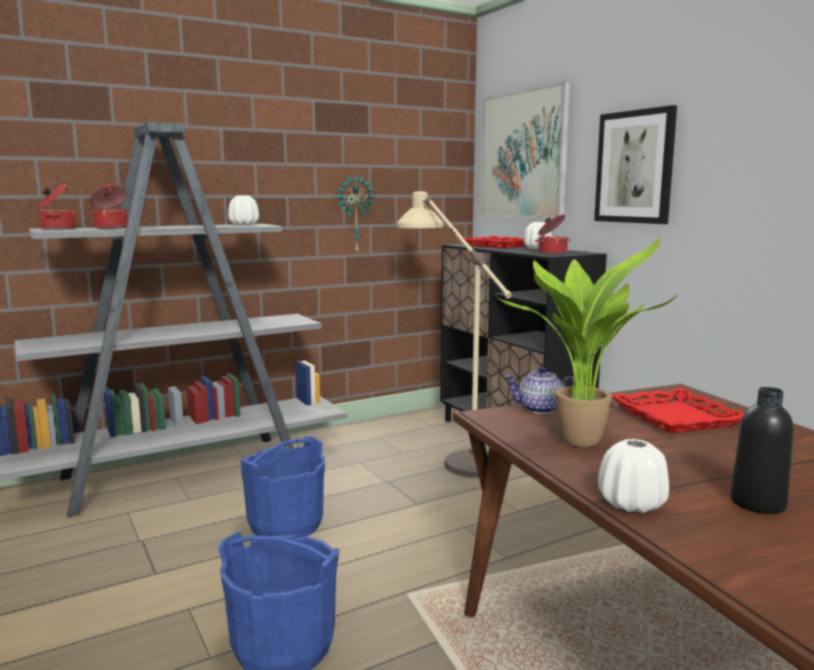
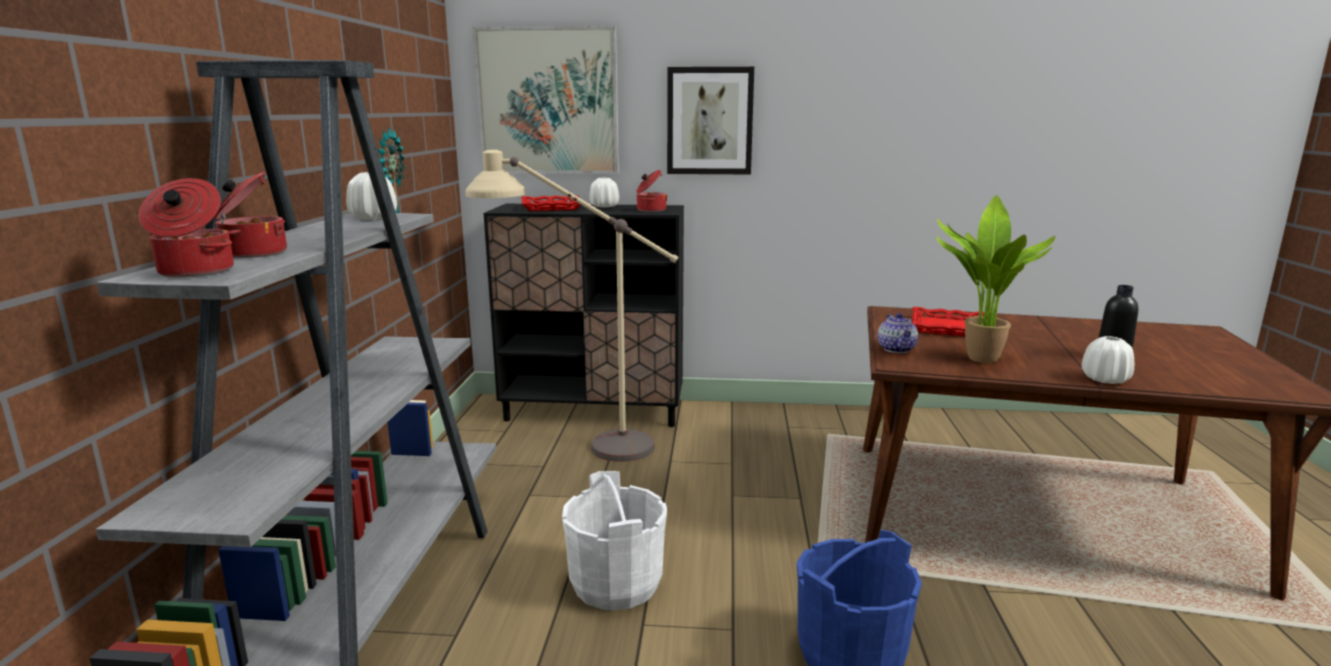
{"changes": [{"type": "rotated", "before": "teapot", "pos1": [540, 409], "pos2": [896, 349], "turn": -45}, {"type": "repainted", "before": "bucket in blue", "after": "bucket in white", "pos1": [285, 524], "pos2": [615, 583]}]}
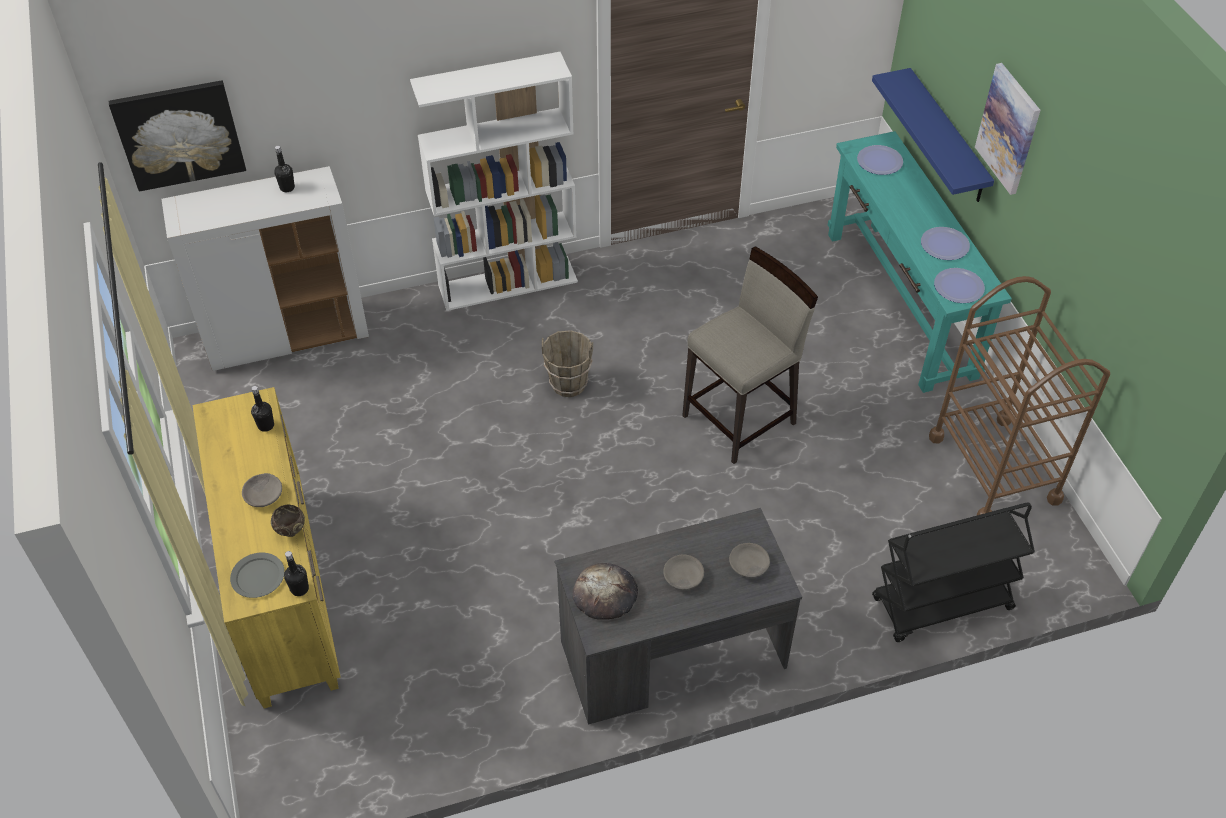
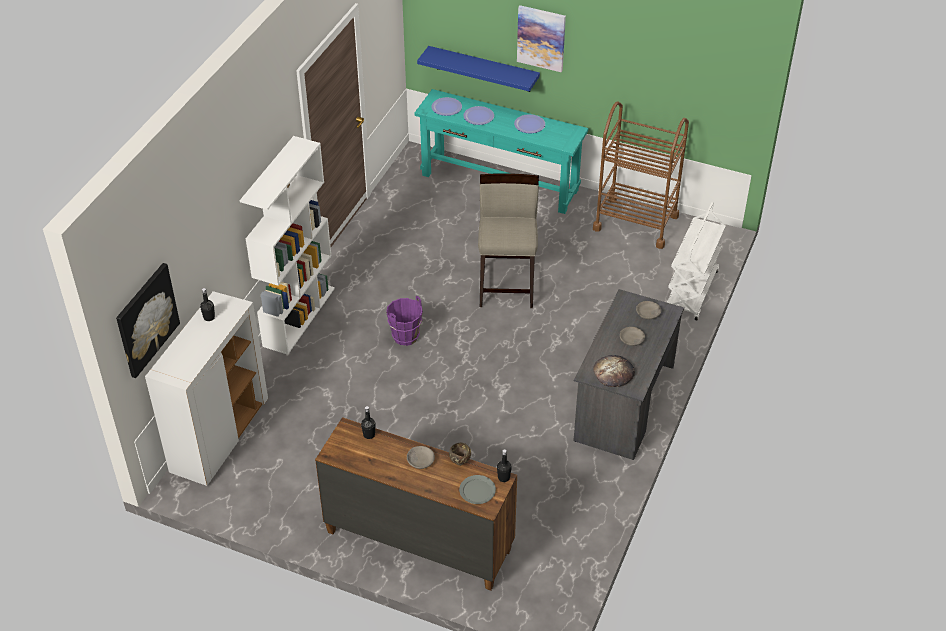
{"changes": [{"type": "shifted", "before": "plate", "pos1": [959, 287], "pos2": [478, 116]}, {"type": "repainted", "before": "bucket in brown", "after": "bucket in purple", "pos1": [568, 384], "pos2": [405, 336]}, {"type": "repainted", "before": "dresser in yellow", "after": "dresser in brown", "pos1": [284, 591], "pos2": [418, 540]}, {"type": "repainted", "before": "cart in black", "after": "cart in white", "pos1": [941, 605], "pos2": [692, 292]}]}
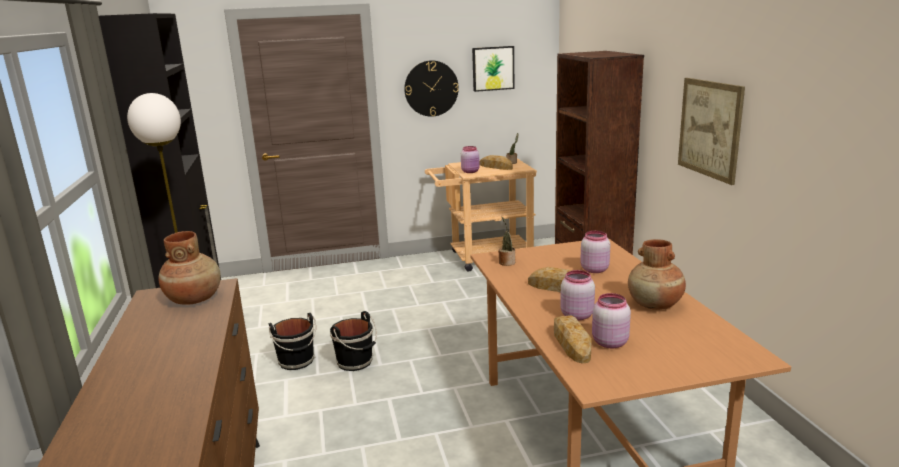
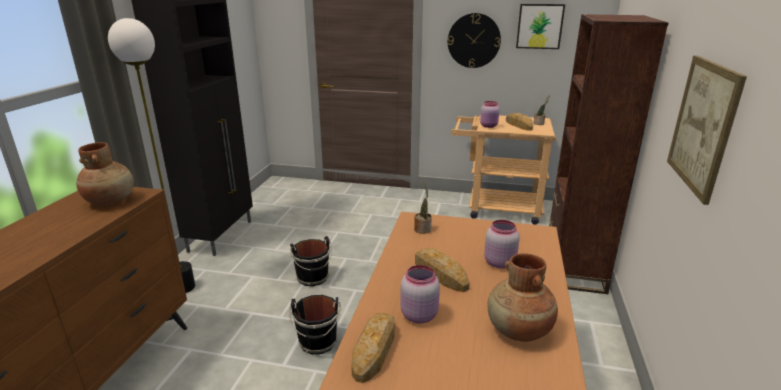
{"changes": [{"type": "gone", "before": "jar in pink", "pos1": [608, 342]}, {"type": "shifted", "before": "bucket in black", "pos1": [297, 362], "pos2": [318, 343]}]}
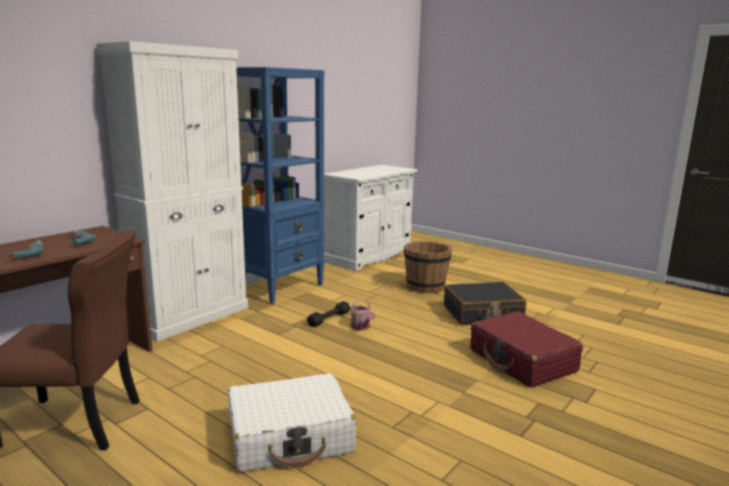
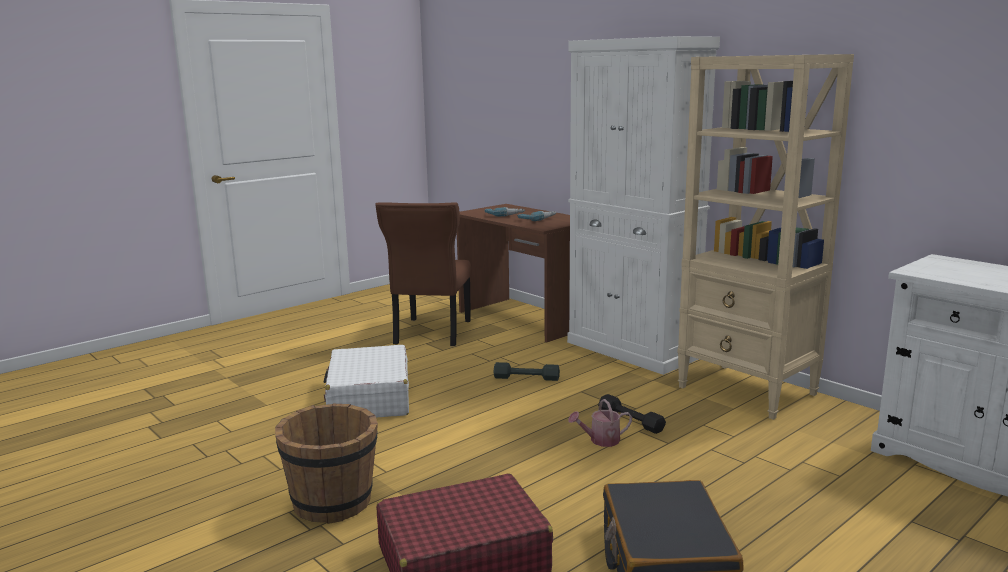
{"changes": [{"type": "repainted", "before": "bookcase in blue", "after": "bookcase in beige", "pos1": [280, 287], "pos2": [748, 391]}, {"type": "shifted", "before": "bucket in brown", "pos1": [425, 287], "pos2": [333, 503]}, {"type": "new", "after": "dumbbell in grey", "pos2": [526, 378]}]}
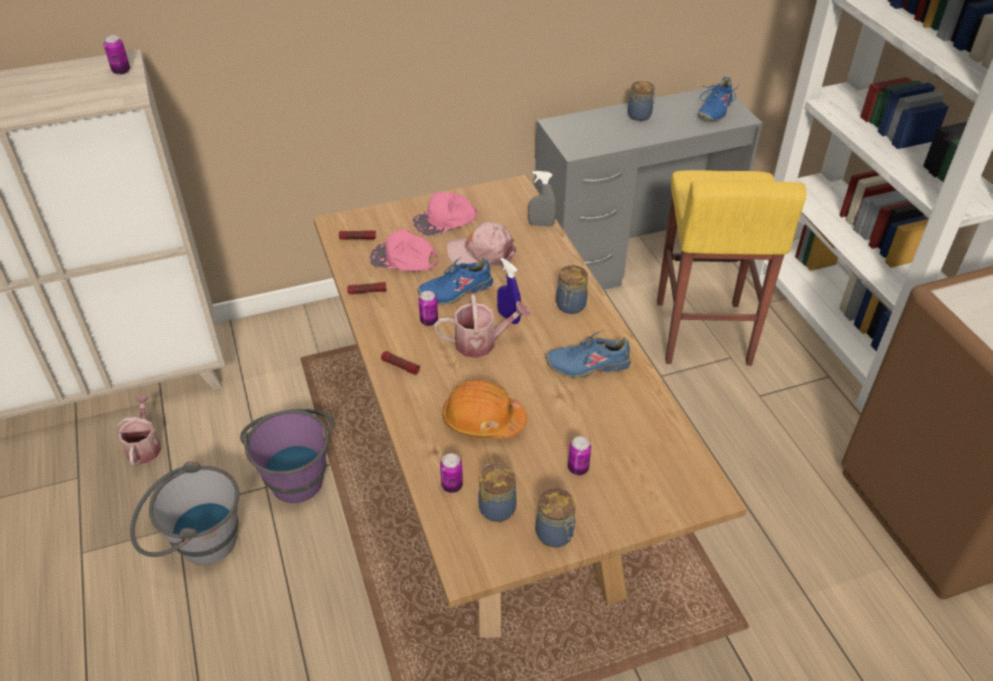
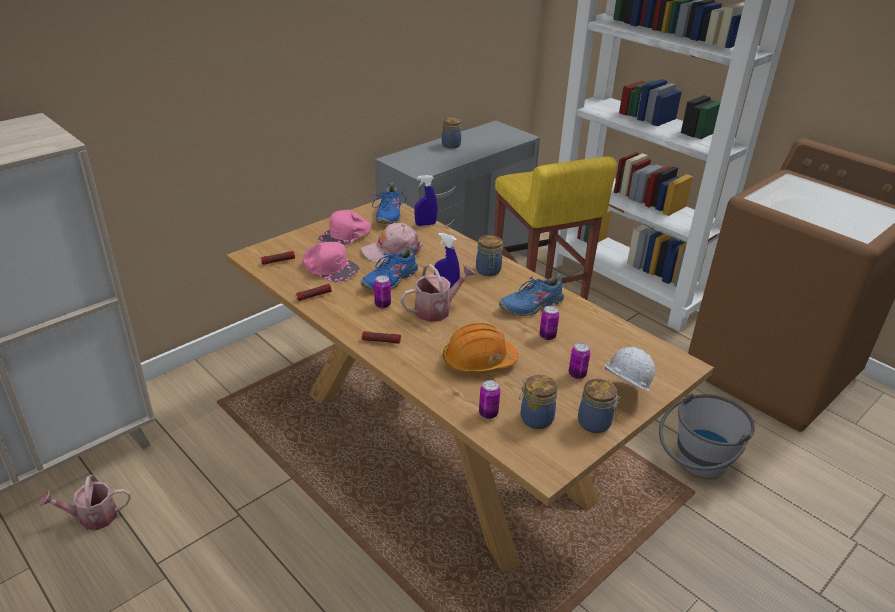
{"changes": [{"type": "shifted", "before": "can", "pos1": [121, 71], "pos2": [547, 336]}, {"type": "shifted", "before": "shoe in blue", "pos1": [714, 110], "pos2": [388, 214]}, {"type": "repainted", "before": "spray bottle in grey", "after": "spray bottle in blue", "pos1": [541, 224], "pos2": [425, 224]}, {"type": "rotated", "before": "cap in pink", "pos1": [404, 259], "pos2": [329, 267], "turn": -135}, {"type": "rotated", "before": "watering can", "pos1": [144, 446], "pos2": [92, 517], "turn": -75}, {"type": "gone", "before": "bucket in purple", "pos1": [296, 473]}, {"type": "shifted", "before": "bucket in grey", "pos1": [196, 544], "pos2": [695, 467]}, {"type": "new", "after": "hard hat in white", "pos2": [622, 394]}]}
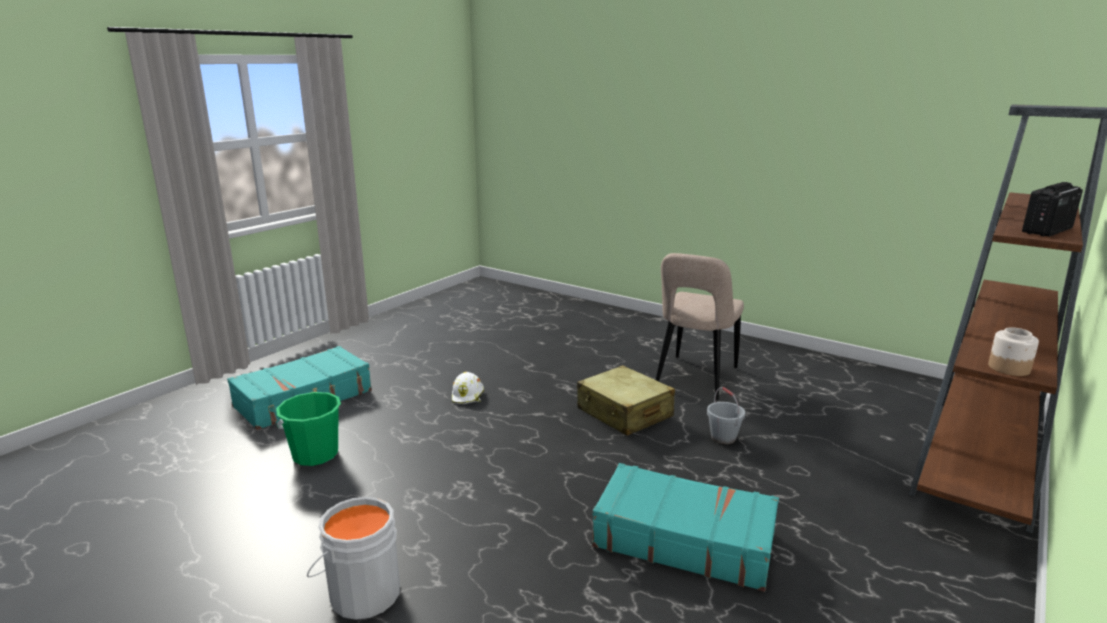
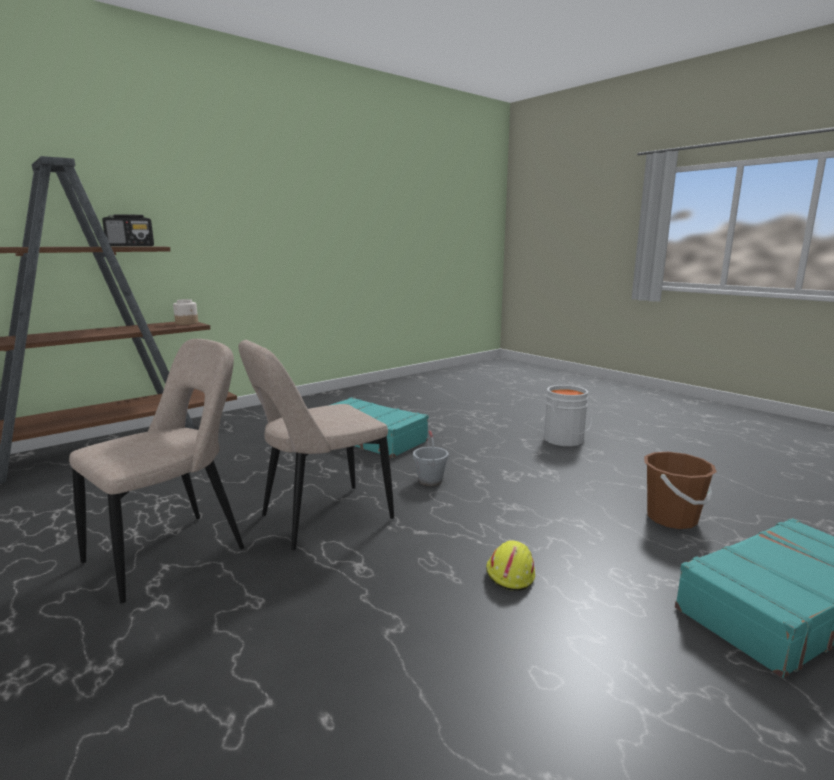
{"changes": [{"type": "swapped", "before": "suitcase in beige", "after": "chair in beige", "pos1": [624, 413], "pos2": [320, 518]}, {"type": "repainted", "before": "hard hat in white", "after": "hard hat in yellow", "pos1": [468, 396], "pos2": [510, 573]}, {"type": "shifted", "before": "bucket in grey", "pos1": [723, 437], "pos2": [430, 481]}, {"type": "repainted", "before": "bucket in green", "after": "bucket in brown", "pos1": [315, 455], "pos2": [671, 518]}]}
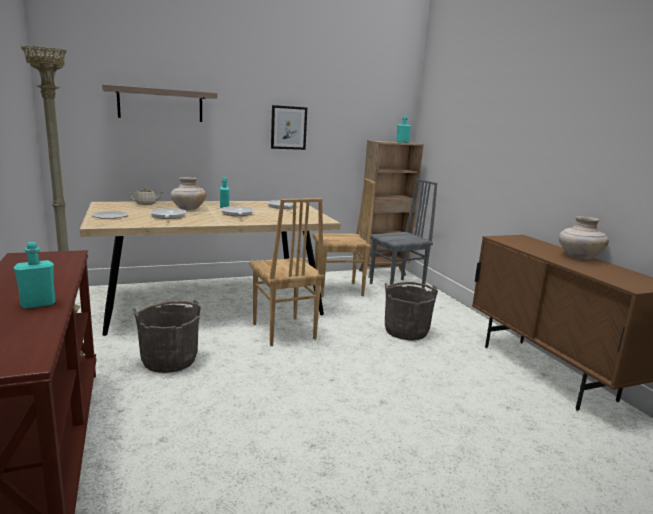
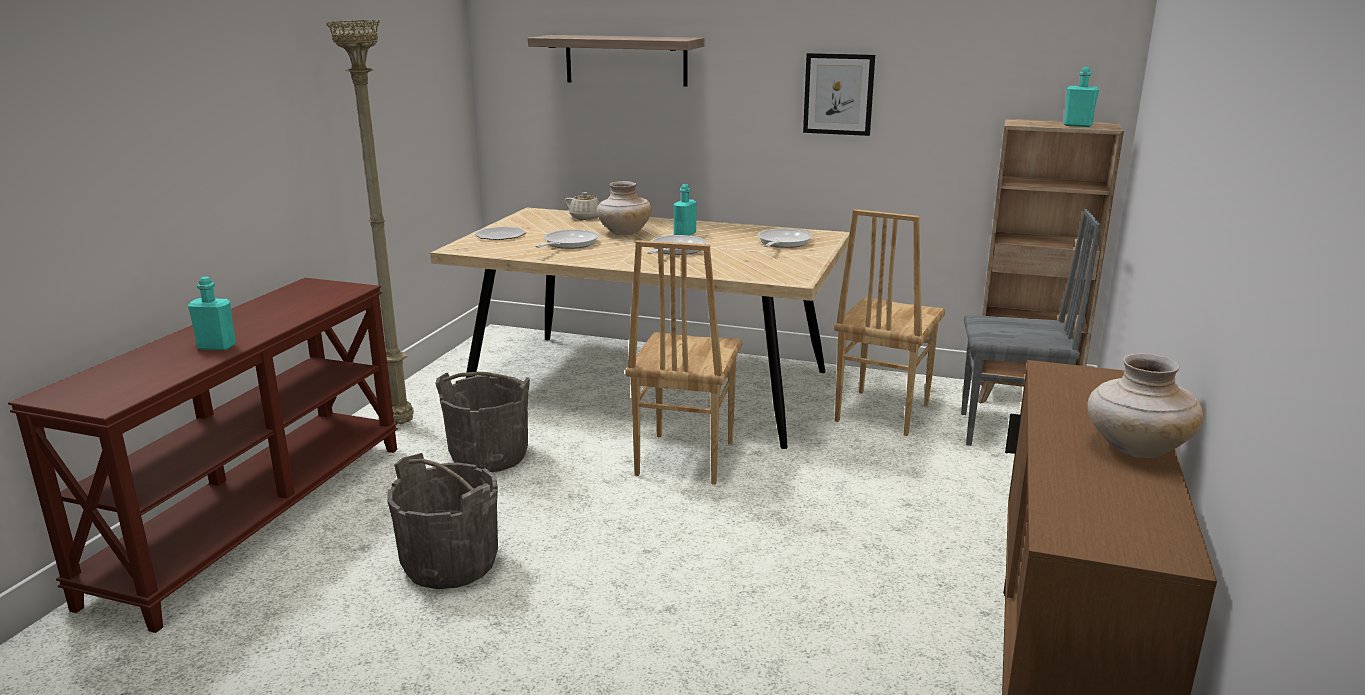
{"changes": [{"type": "rotated", "before": "chair in brown", "pos1": [339, 290], "pos2": [880, 412], "turn": 90}, {"type": "shifted", "before": "bucket in grey", "pos1": [406, 331], "pos2": [450, 563]}]}
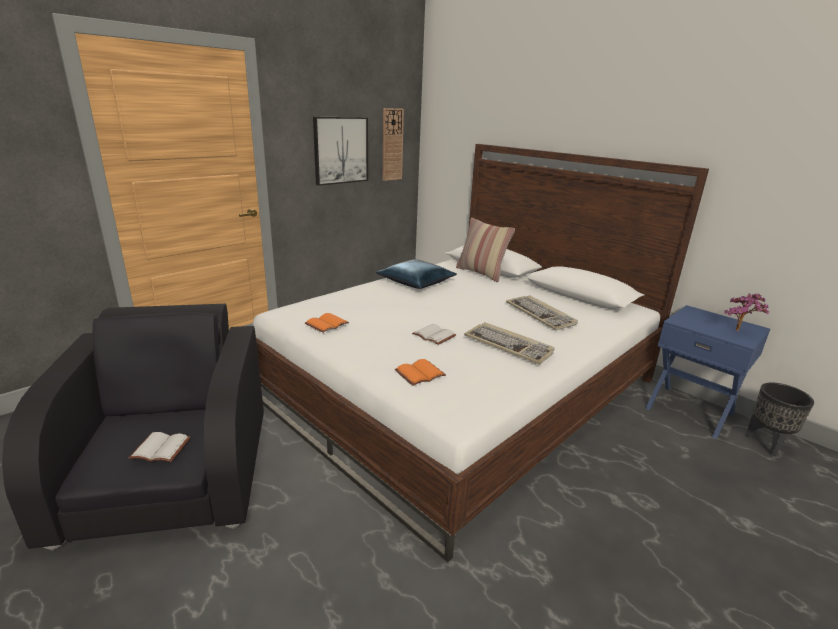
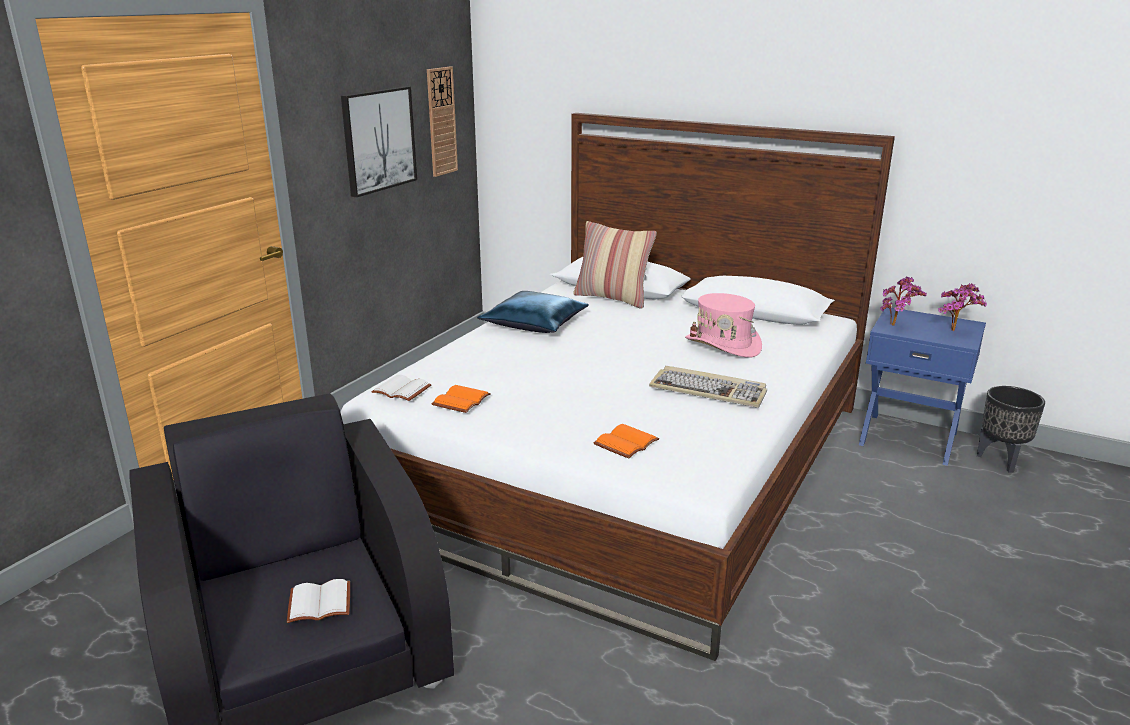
{"changes": [{"type": "swapped", "before": "keyboard", "after": "hat in pink", "pos1": [541, 315], "pos2": [723, 345]}, {"type": "shifted", "before": "book in white", "pos1": [432, 335], "pos2": [400, 390]}, {"type": "new", "after": "potted plant", "pos2": [896, 326]}]}
